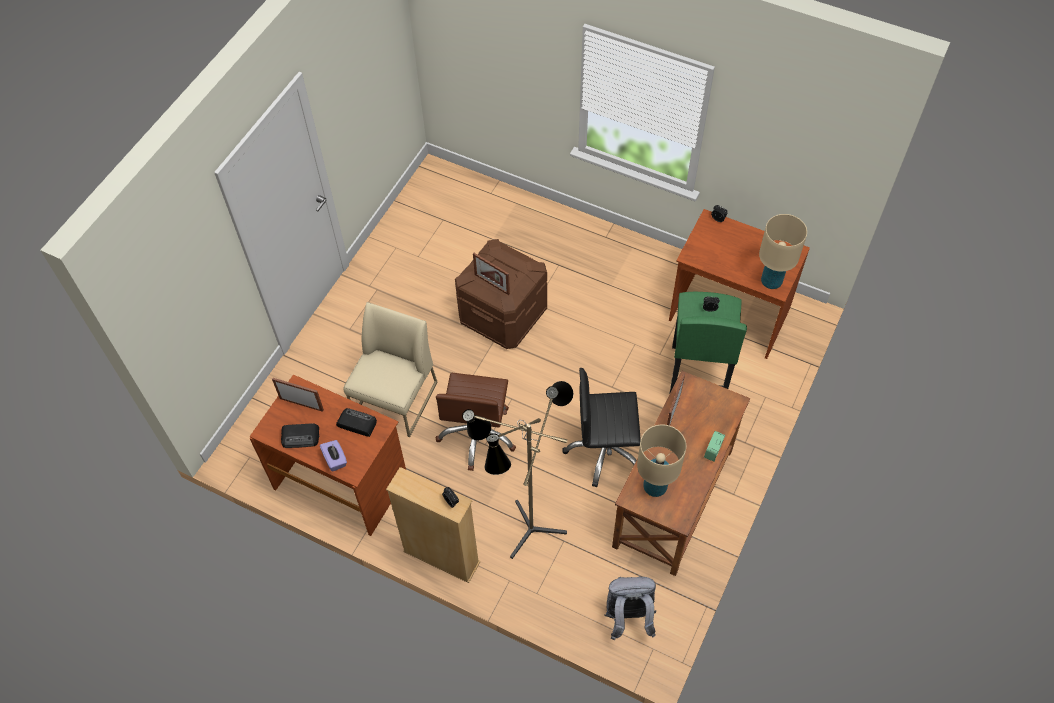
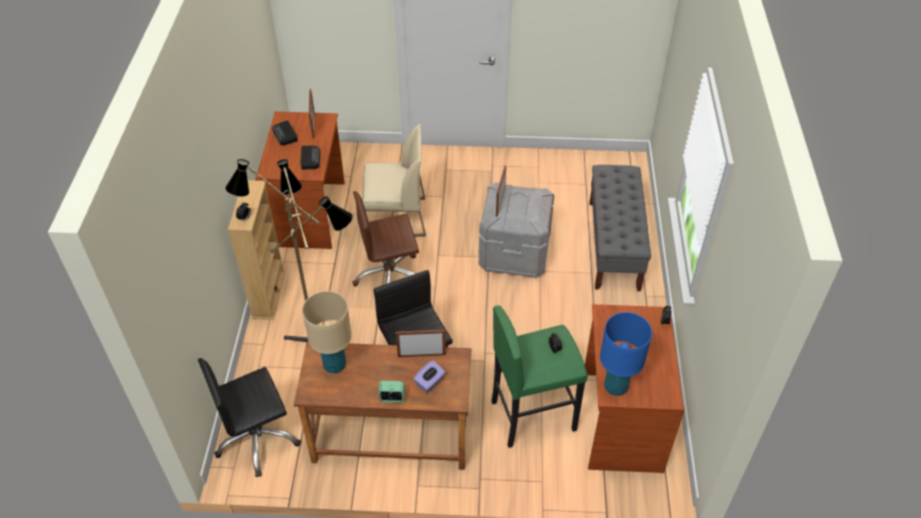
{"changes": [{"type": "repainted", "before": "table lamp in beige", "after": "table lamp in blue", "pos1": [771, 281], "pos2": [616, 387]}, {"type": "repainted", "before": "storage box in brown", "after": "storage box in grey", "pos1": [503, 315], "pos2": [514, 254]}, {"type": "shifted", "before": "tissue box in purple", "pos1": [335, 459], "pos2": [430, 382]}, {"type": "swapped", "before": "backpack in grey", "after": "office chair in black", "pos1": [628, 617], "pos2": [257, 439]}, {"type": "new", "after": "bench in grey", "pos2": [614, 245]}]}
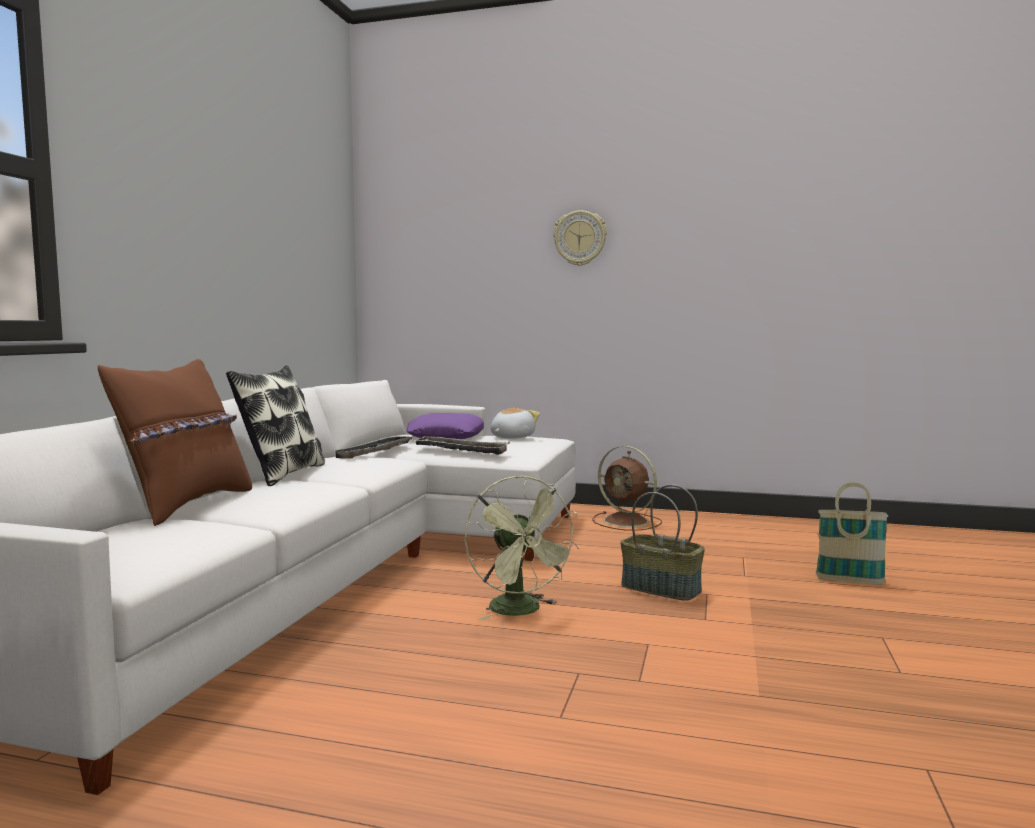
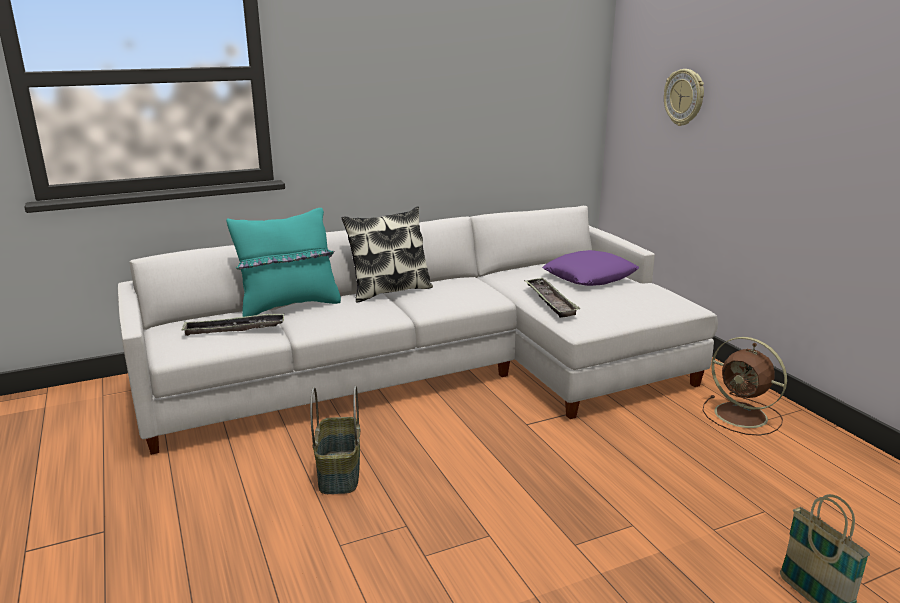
{"changes": [{"type": "shifted", "before": "wall clock", "pos1": [580, 238], "pos2": [684, 97]}, {"type": "repainted", "before": "pillow in brown", "after": "pillow in turquoise", "pos1": [186, 505], "pos2": [289, 306]}, {"type": "gone", "before": "plush toy", "pos1": [511, 437]}, {"type": "shifted", "before": "tray", "pos1": [375, 451], "pos2": [234, 329]}, {"type": "rotated", "before": "fan in brown", "pos1": [627, 521], "pos2": [743, 416], "turn": -45}, {"type": "gone", "before": "fan in green", "pos1": [521, 611]}, {"type": "shifted", "before": "basket", "pos1": [659, 588], "pos2": [338, 472]}]}
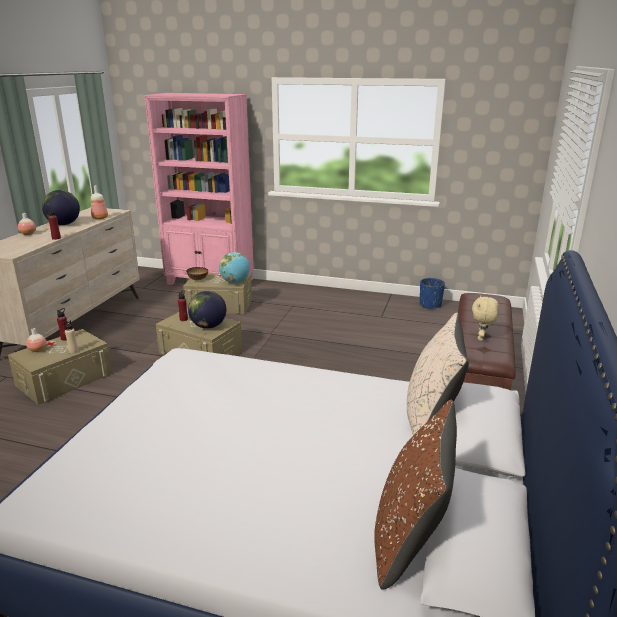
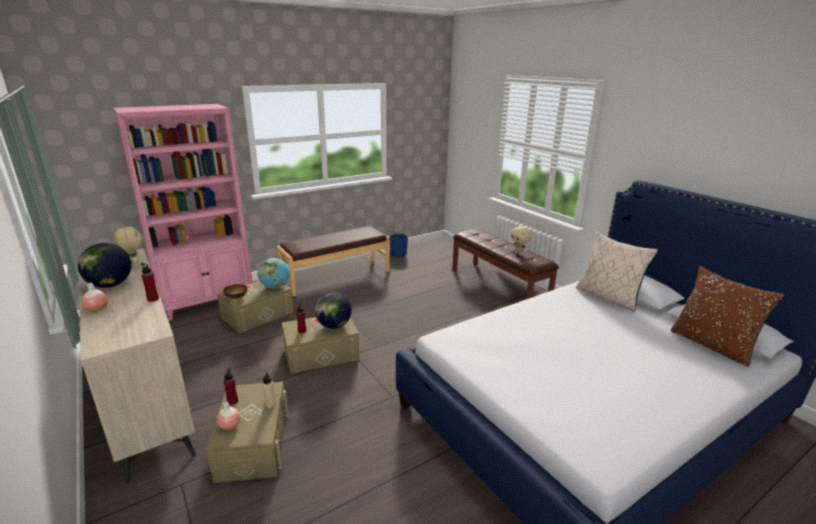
{"changes": [{"type": "swapped", "before": "bottle", "after": "plush toy in beige", "pos1": [100, 218], "pos2": [134, 265]}, {"type": "new", "after": "bench in brown", "pos2": [336, 276]}]}
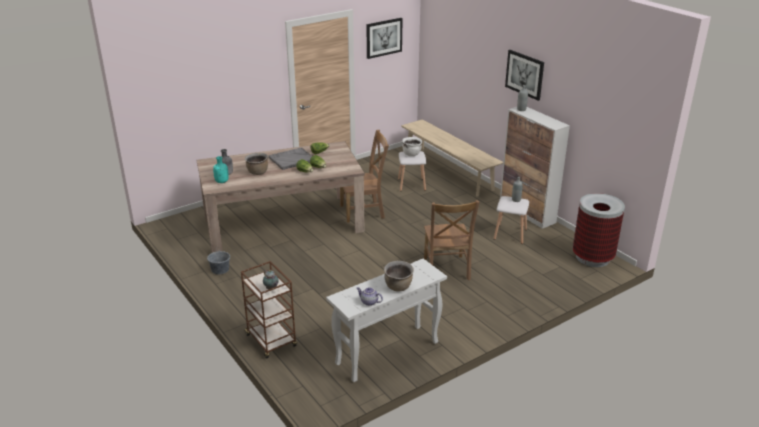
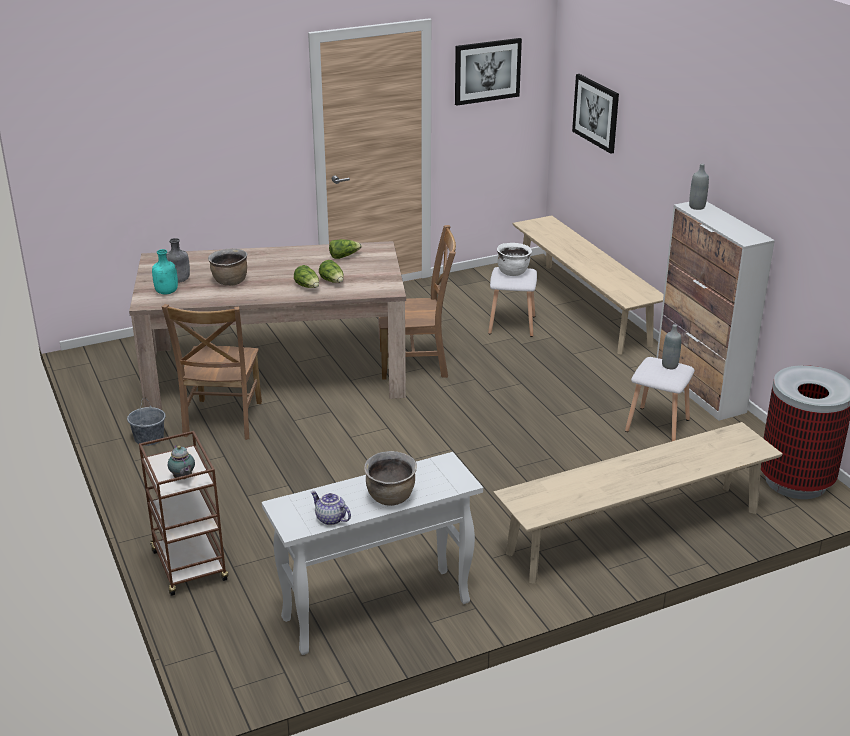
{"changes": [{"type": "shifted", "before": "picture", "pos1": [524, 74], "pos2": [596, 112]}, {"type": "gone", "before": "tray in grey", "pos1": [292, 159]}, {"type": "shifted", "before": "chair in brown", "pos1": [446, 270], "pos2": [222, 421]}, {"type": "new", "after": "bench in beige", "pos2": [634, 532]}]}
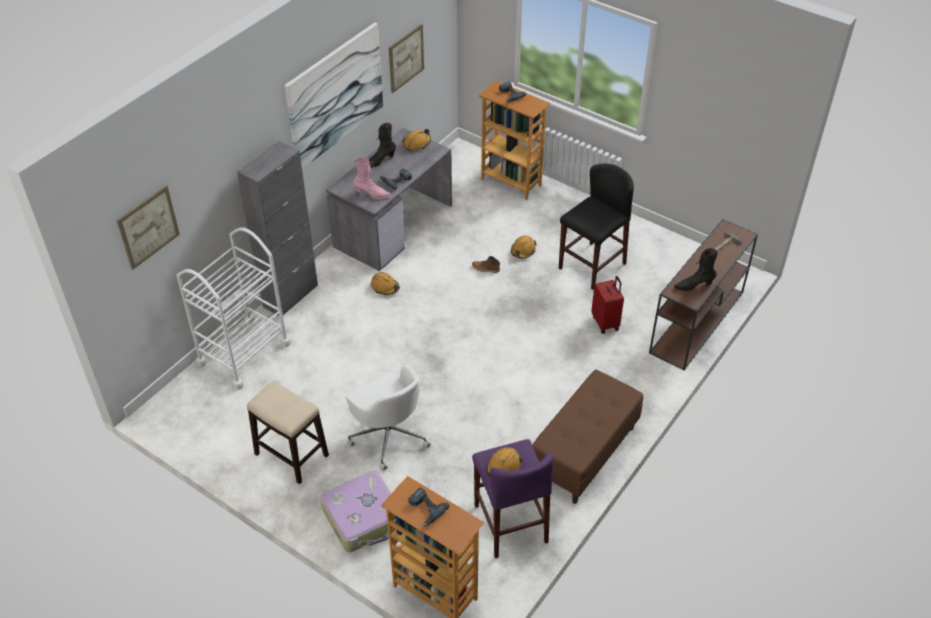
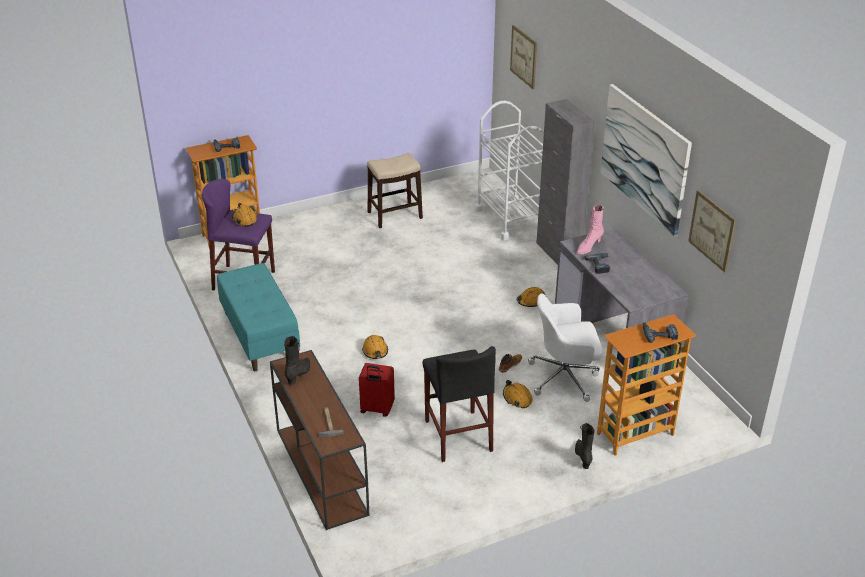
{"changes": [{"type": "shifted", "before": "boot in black", "pos1": [380, 161], "pos2": [583, 457]}, {"type": "shifted", "before": "hard hat in orange", "pos1": [417, 143], "pos2": [375, 351]}, {"type": "shifted", "before": "office chair in white", "pos1": [389, 434], "pos2": [565, 377]}, {"type": "repainted", "before": "bench in brown", "after": "bench in turquoise", "pos1": [584, 454], "pos2": [259, 335]}, {"type": "gone", "before": "suitcase", "pos1": [363, 518]}]}
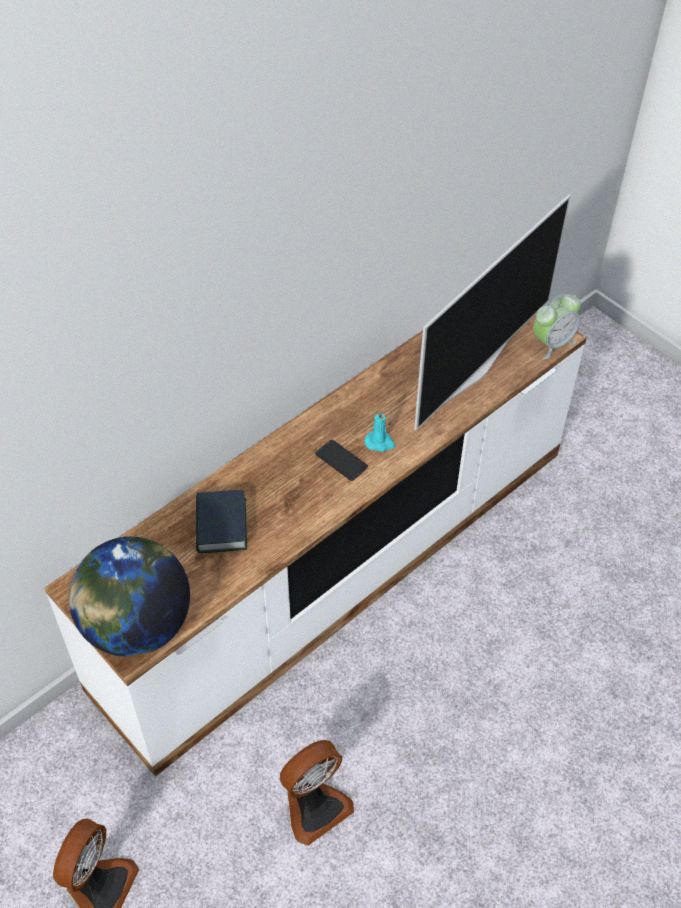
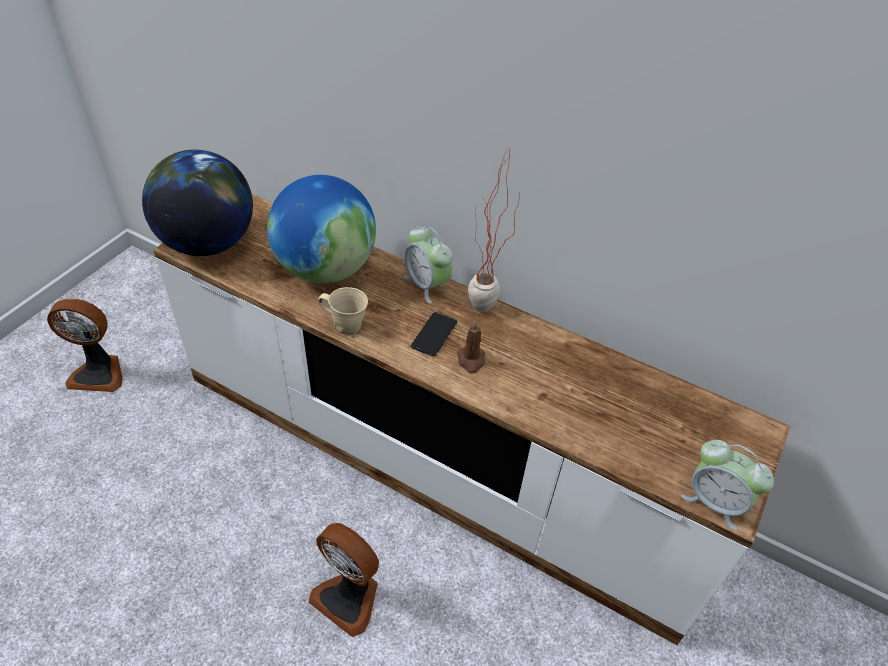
{"changes": [{"type": "gone", "before": "television", "pos1": [474, 370]}, {"type": "repainted", "before": "candle in turquoise", "after": "candle in brown", "pos1": [380, 442], "pos2": [471, 360]}, {"type": "swapped", "before": "book", "after": "globe", "pos1": [221, 526], "pos2": [325, 268]}, {"type": "shifted", "before": "fan", "pos1": [314, 806], "pos2": [349, 597]}, {"type": "new", "after": "potted plant", "pos2": [482, 314]}, {"type": "new", "after": "alarm clock", "pos2": [427, 285]}, {"type": "new", "after": "mug in beige", "pos2": [346, 324]}]}
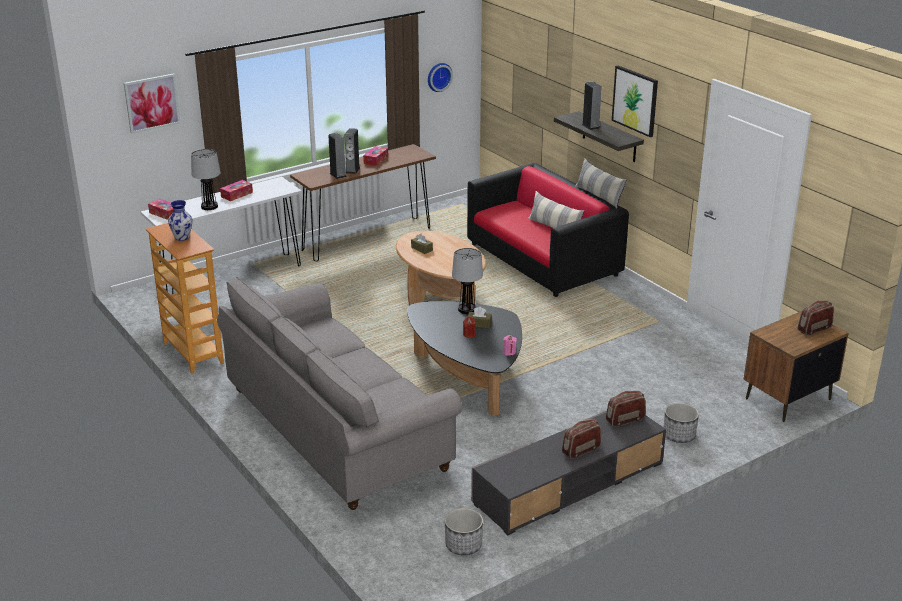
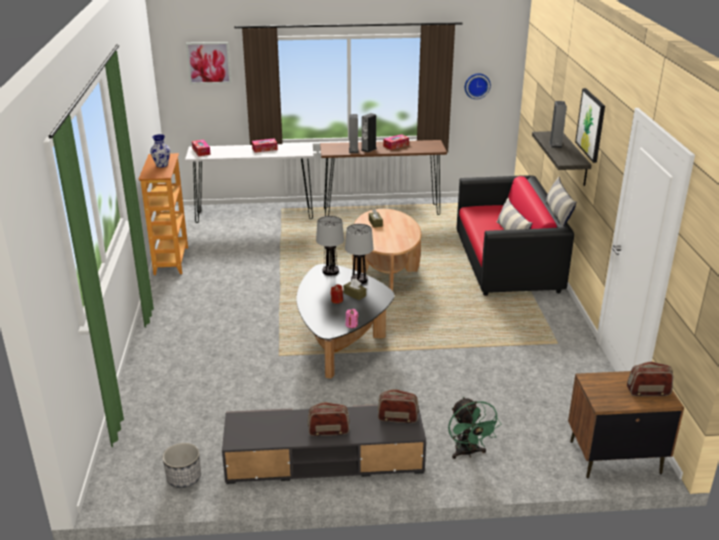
{"changes": [{"type": "shifted", "before": "table lamp", "pos1": [209, 207], "pos2": [330, 271]}, {"type": "gone", "before": "sofa in grey", "pos1": [337, 429]}, {"type": "swapped", "before": "planter", "after": "fan in green", "pos1": [679, 435], "pos2": [468, 453]}]}
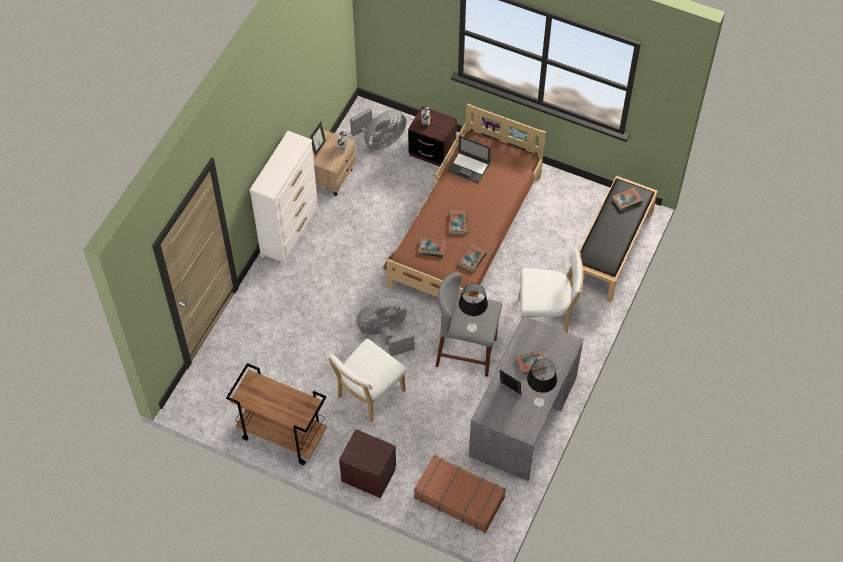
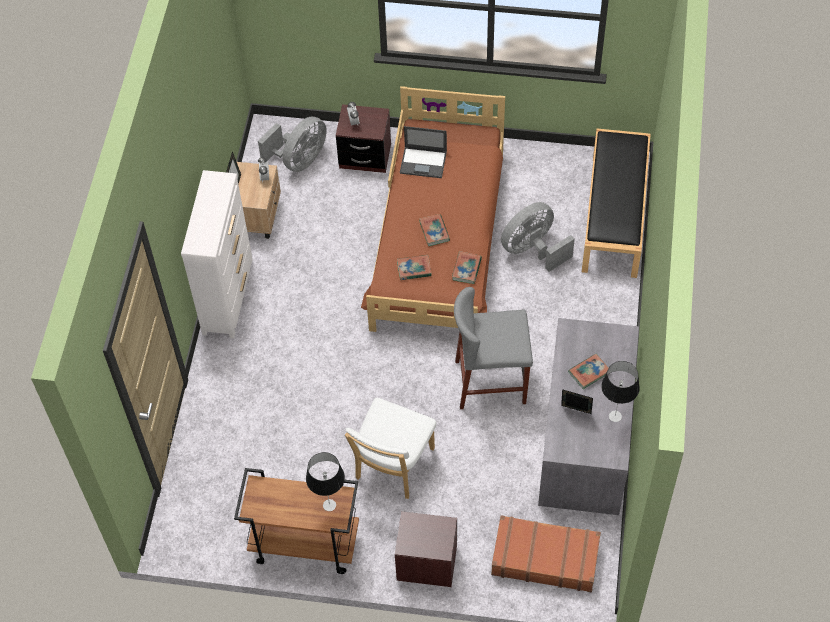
{"changes": [{"type": "gone", "before": "book", "pos1": [627, 201]}, {"type": "gone", "before": "chair in white", "pos1": [546, 316]}, {"type": "shifted", "before": "table lamp", "pos1": [472, 328], "pos2": [329, 505]}, {"type": "shifted", "before": "fan in grey", "pos1": [386, 334], "pos2": [533, 250]}]}
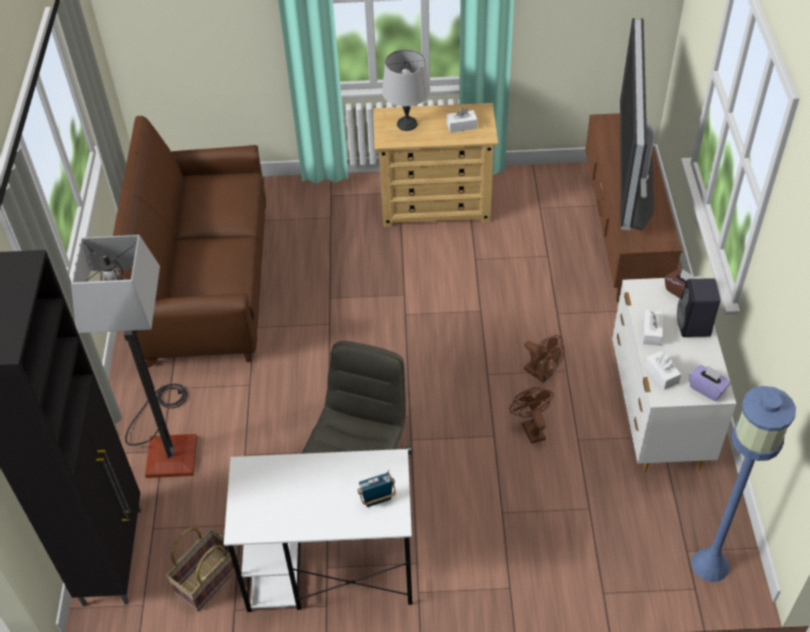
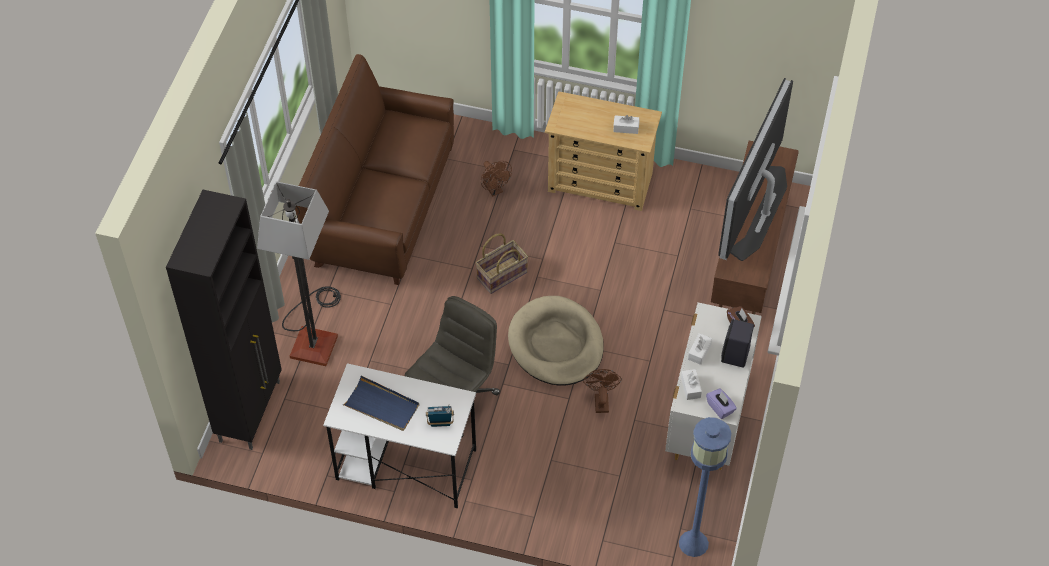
{"changes": [{"type": "gone", "before": "table lamp in grey", "pos1": [407, 124]}, {"type": "shifted", "before": "fan in brown", "pos1": [542, 374], "pos2": [495, 190]}, {"type": "shifted", "before": "basket", "pos1": [207, 578], "pos2": [501, 274]}, {"type": "new", "after": "dog bed in beige", "pos2": [556, 344]}, {"type": "new", "after": "tray in blue", "pos2": [382, 406]}]}
